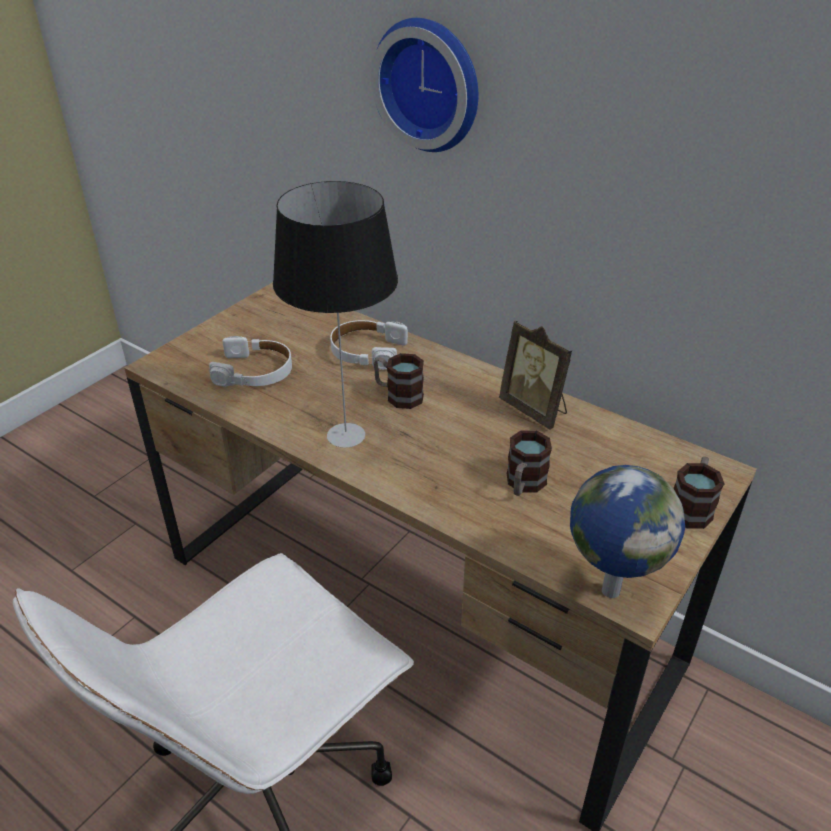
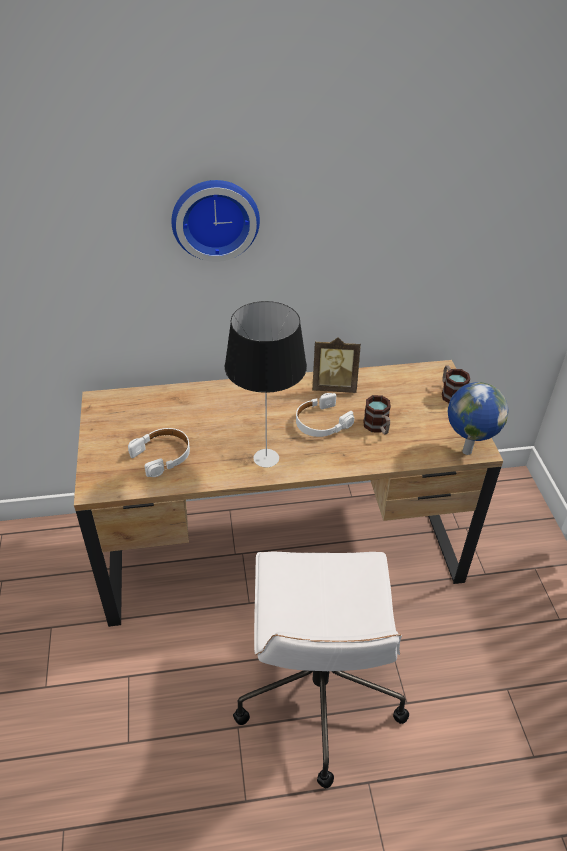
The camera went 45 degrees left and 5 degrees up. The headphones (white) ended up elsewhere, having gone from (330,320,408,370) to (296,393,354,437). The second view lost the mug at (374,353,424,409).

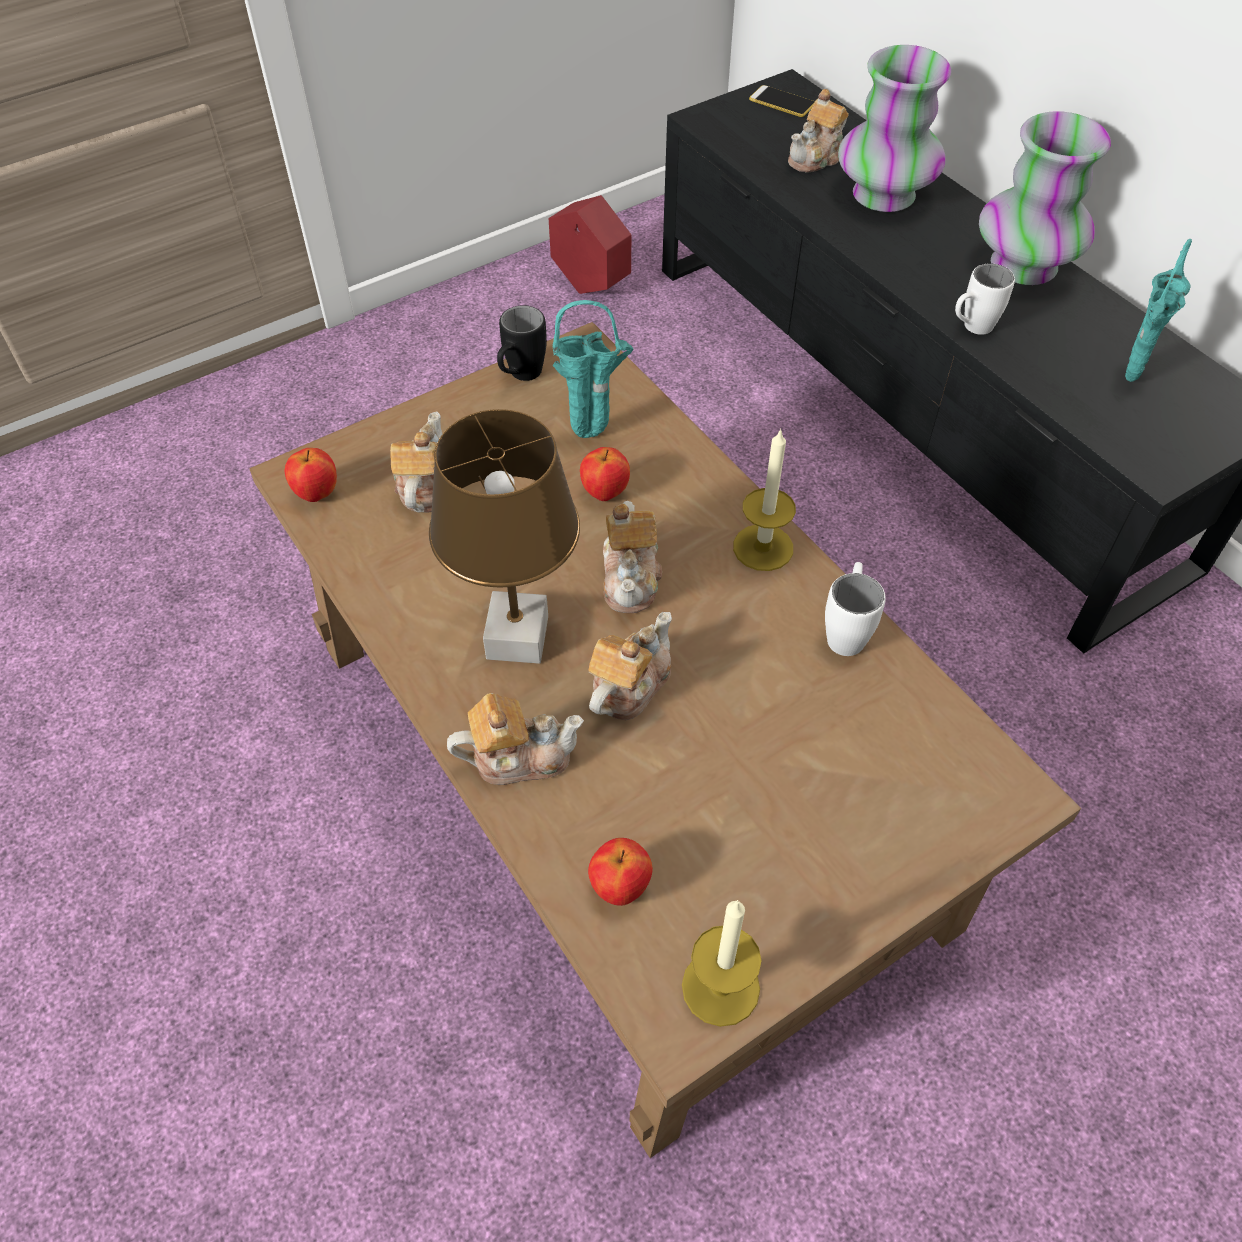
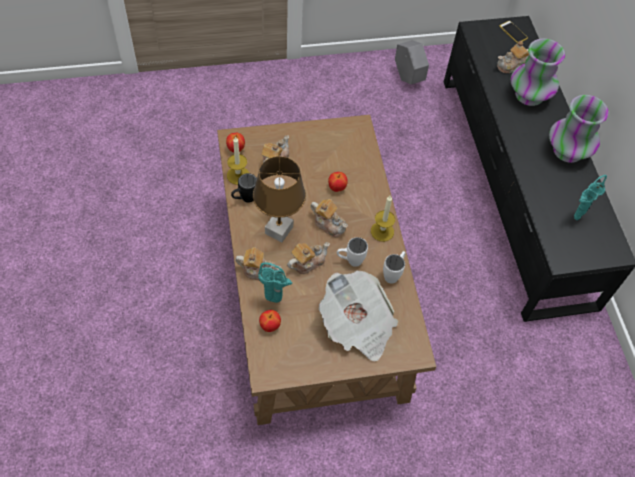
The camera went 20 degrees right and 5 degrees up. The candle ended up elsewhere, having gone from (682,900,762,1027) to (227,136,249,185). The mug (black) ended up elsewhere, having gone from (497,305,547,381) to (231,173,257,203). The vase (turquoise) ended up elsewhere, having gone from (553,300,634,438) to (258,262,292,303). The teapot at (603,501,662,613) ended up facing another way, 75 degrees counterclockwise from before. The second view gained the newspaper at (319,271,398,362). The mug (white) ended up elsewhere, having gone from (955,263,1015,335) to (337,237,368,267). What was the planter (red) at (549,195,631,294) turned into the planter (grey) at (395,40,429,84).

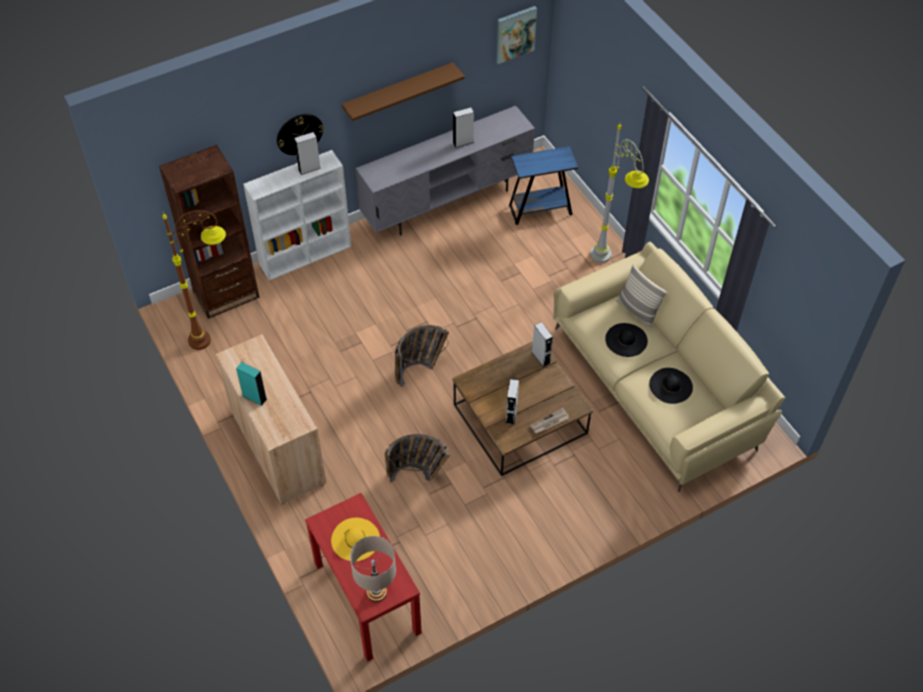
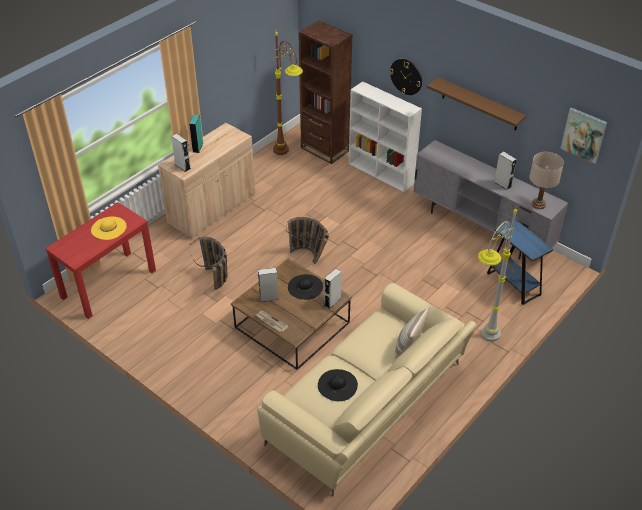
The camera went 70 degrees right and 10 degrees down. The speaker (grey) ended up elsewhere, having gone from (294,132,321,175) to (171,134,191,172). The hat (black) ended up elsewhere, having gone from (605,323,648,357) to (288,274,323,300). The table lamp (beige) ended up elsewhere, having gone from (350,536,396,602) to (530,152,564,209).

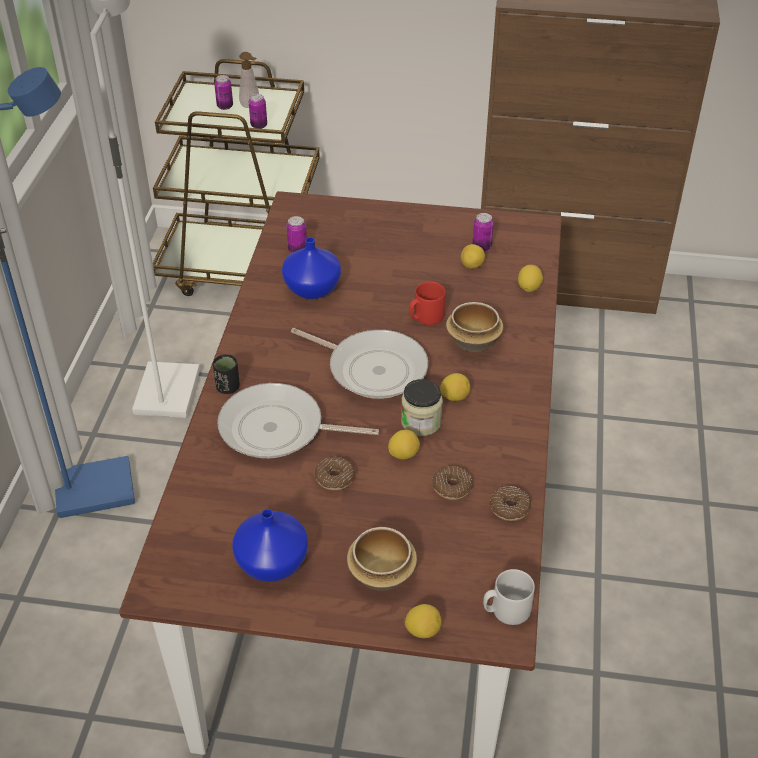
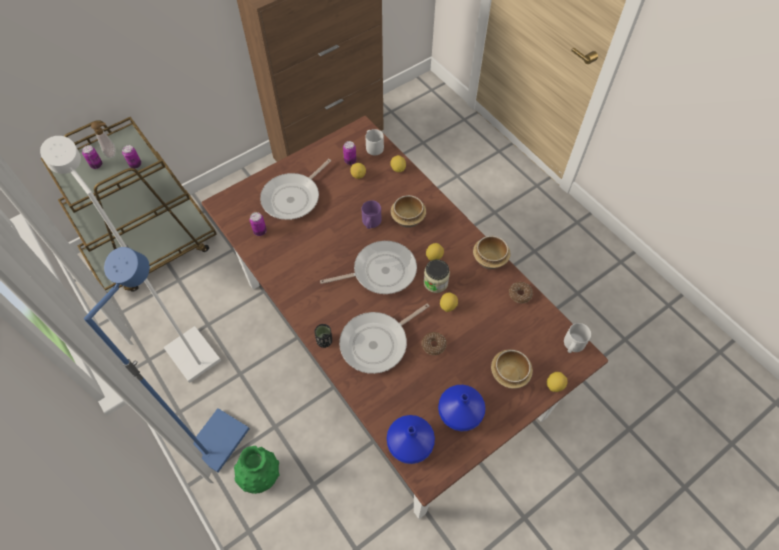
The camera went 45 degrees left and 15 degrees up. The second view gained the vase (green) at (234,446,280,494). The second view gained the frying pan at (260,159,331,220). What was the mug (red) at (409,282,446,325) turned into the mug (purple) at (362,200,381,229). The second view gained the mug (grey) at (366,129,384,156). The vase (blue) ended up elsewhere, having gone from (282,237,341,299) to (387,415,435,464). The second view gained the bowl at (473,236,510,269). The second view lost the donut at (432,466,473,500).

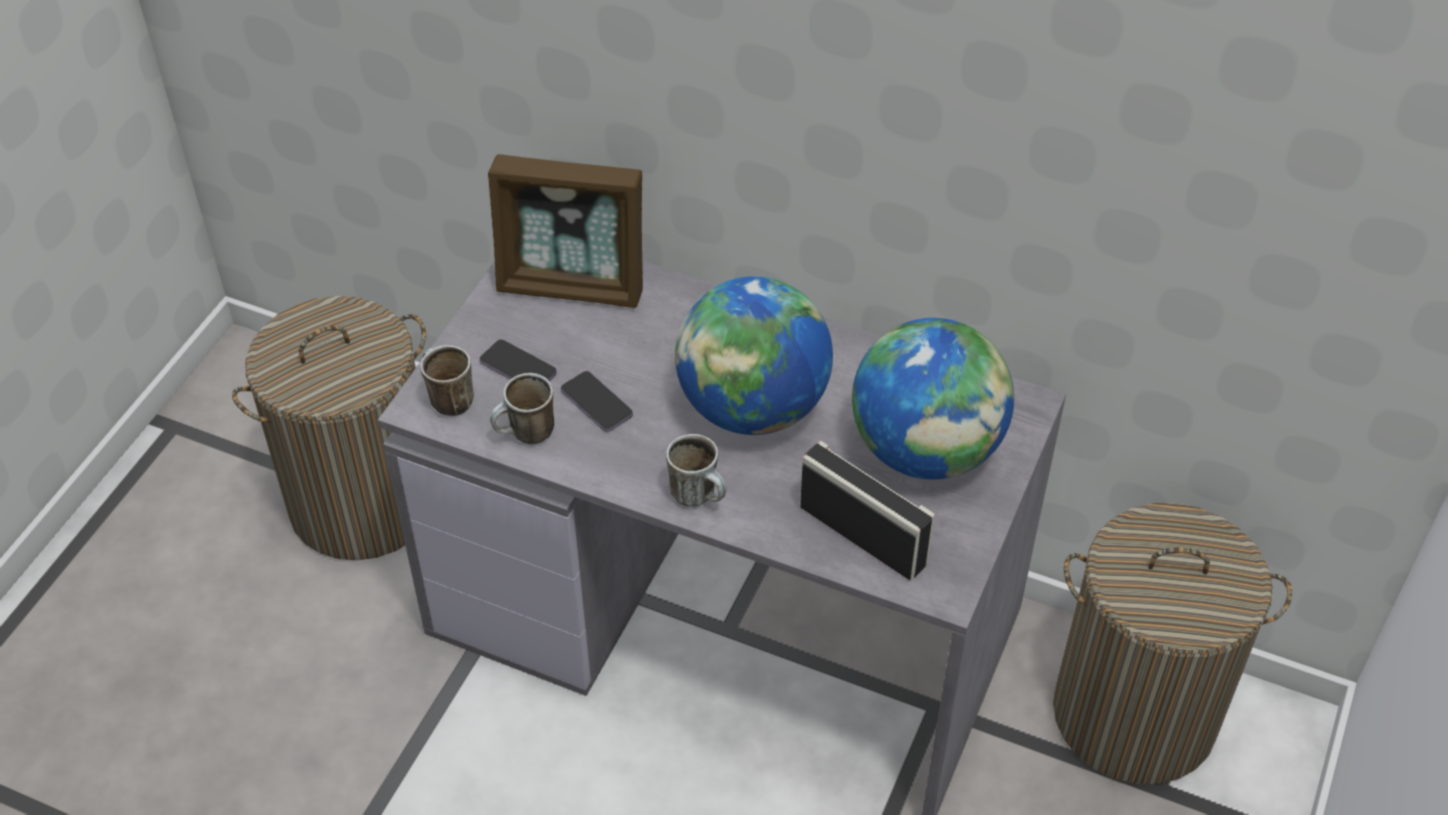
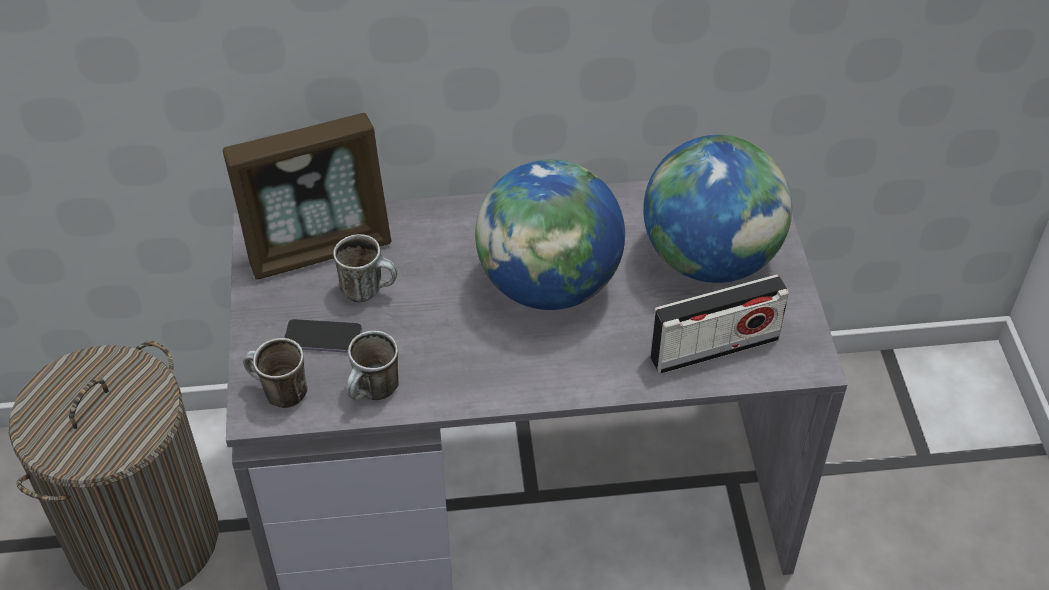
The camera went 30 degrees left and 0 degrees up. The mug ended up elsewhere, having gone from (666,434,726,507) to (333,234,397,302). The radio at (800,441,935,580) ended up facing another way, 150 degrees clockwise from before. The second view lost the phone at (561,371,633,432). The second view lost the laundry basket at (1053,503,1292,784).

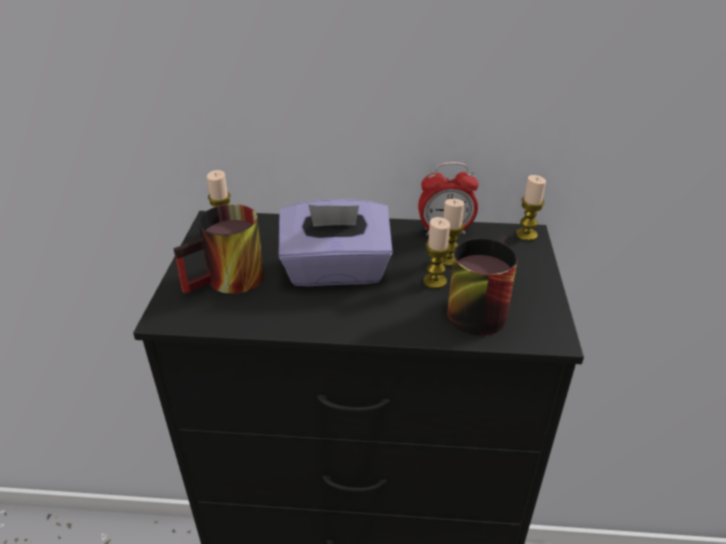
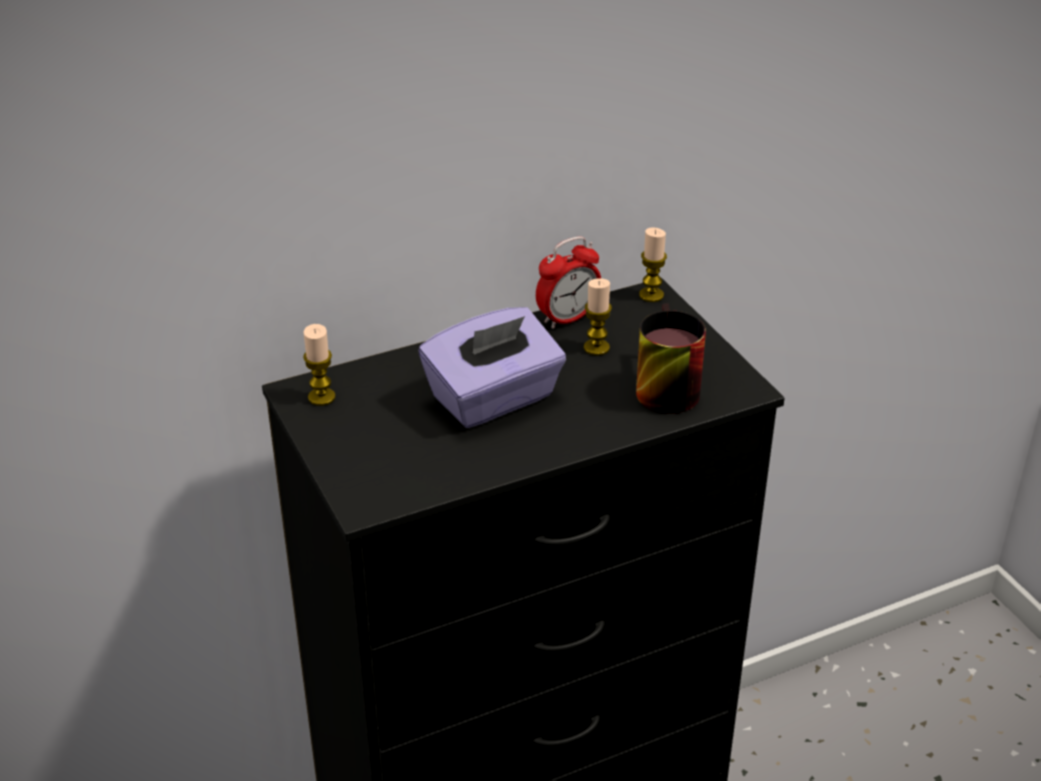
The camera went 30 degrees left and 0 degrees up. The second view lost the mug at (173,204,264,294). The second view lost the candle at (423,217,451,289).

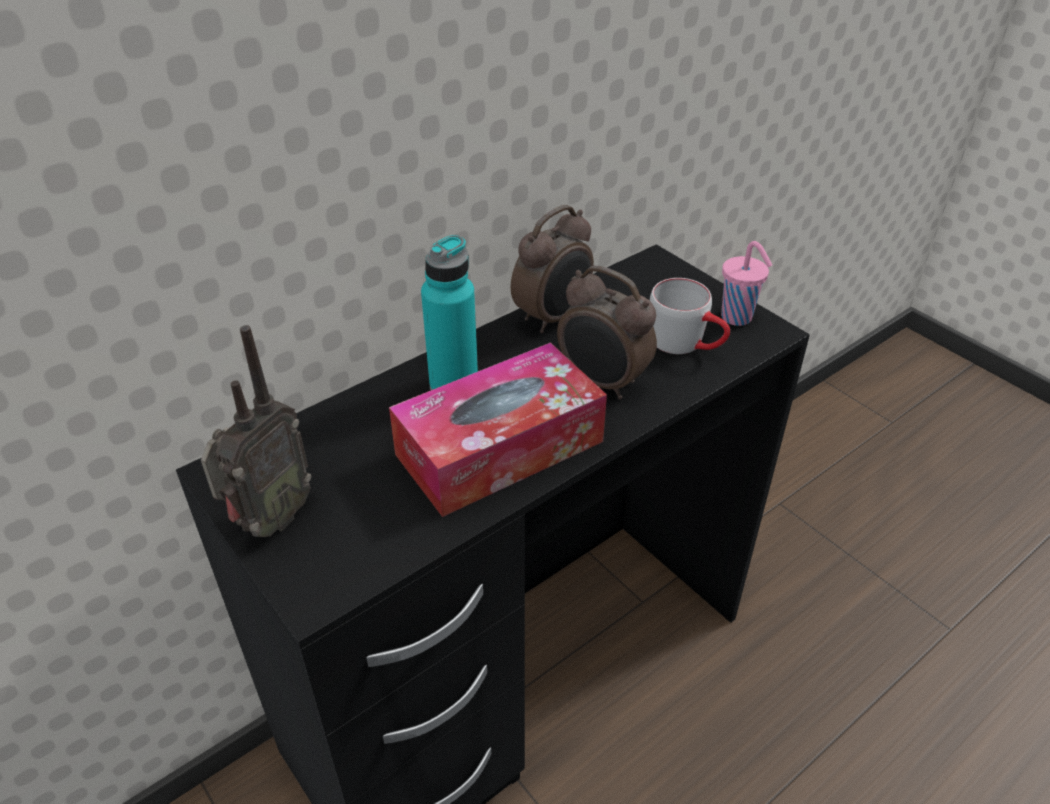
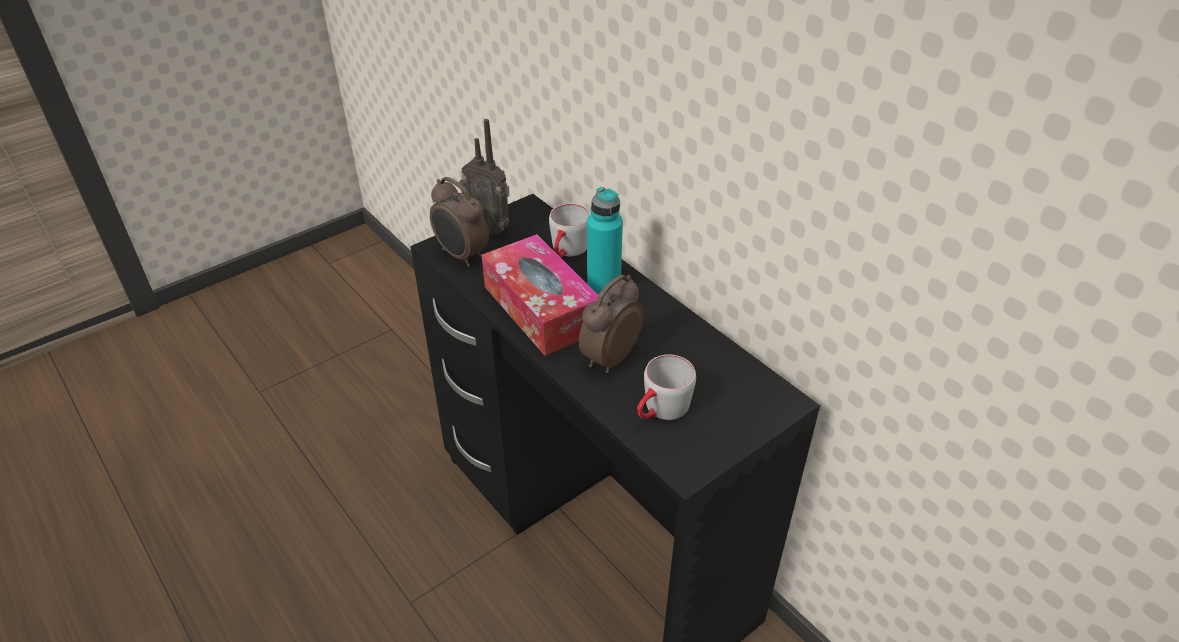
The camera went 90 degrees right and 0 degrees up. The alarm clock ended up elsewhere, having gone from (511,205,594,333) to (430,177,489,267). The second view gained the mug (grey) at (549,204,590,257). The second view lost the cup (pink) at (721,241,772,326).

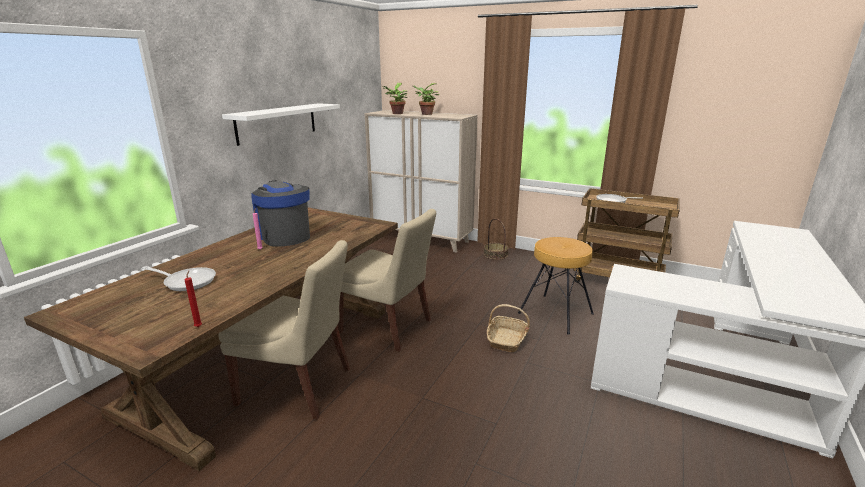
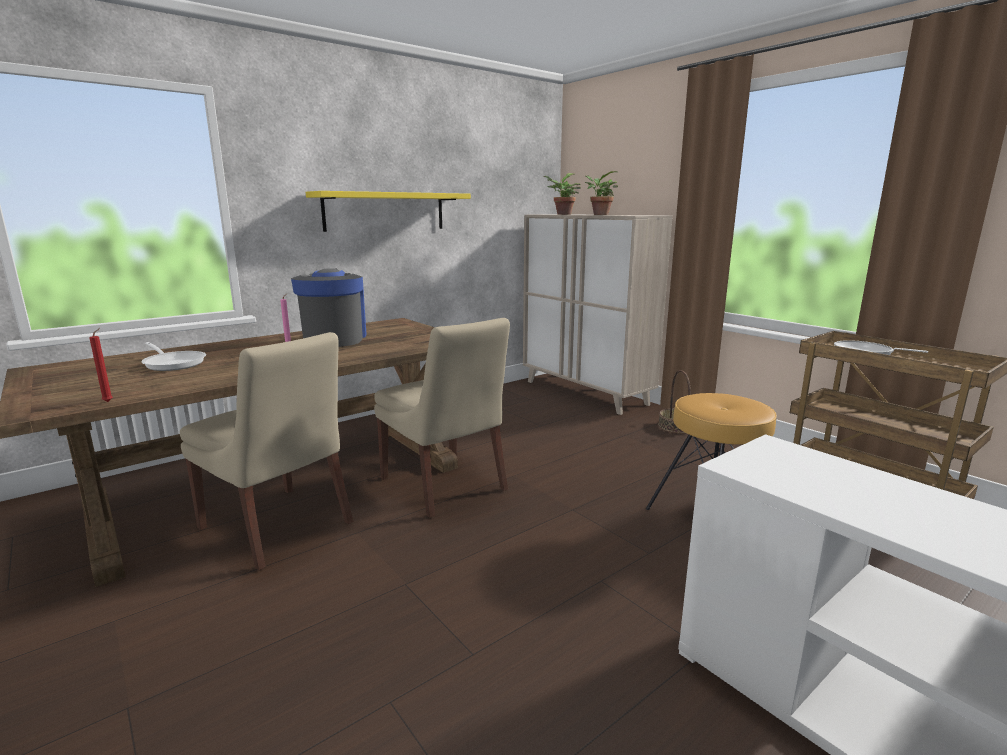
The camera went 25 degrees right and 5 degrees down. What was the shelf (white) at (222,103,340,146) turned into the shelf (yellow) at (306,191,471,232). The second view lost the basket at (487,304,530,352).

